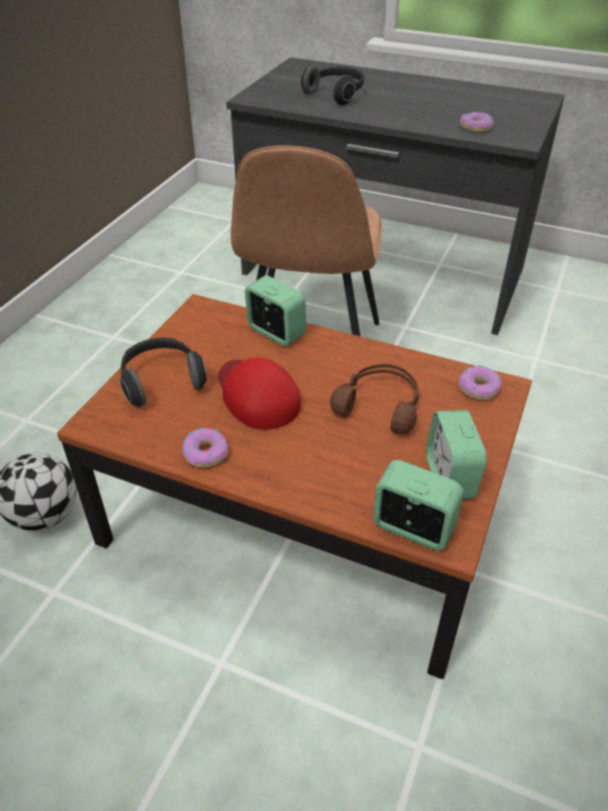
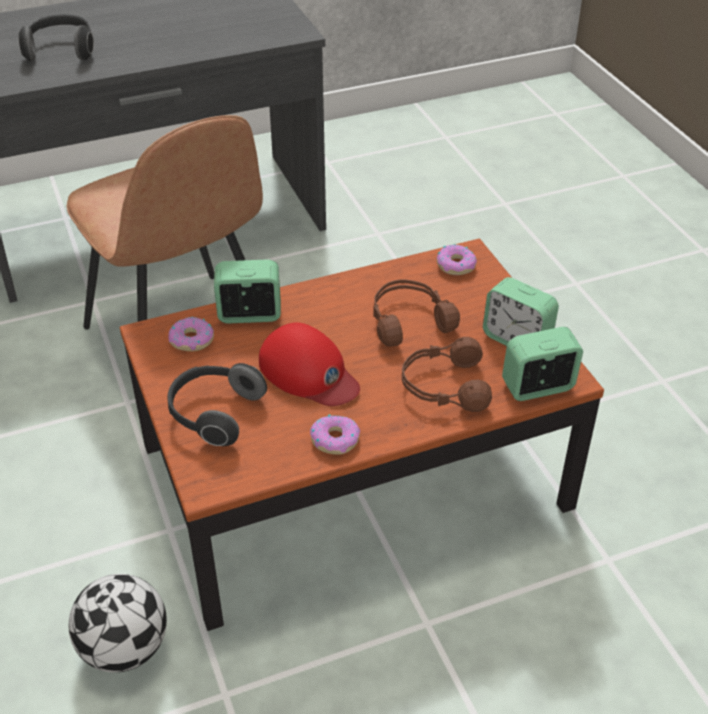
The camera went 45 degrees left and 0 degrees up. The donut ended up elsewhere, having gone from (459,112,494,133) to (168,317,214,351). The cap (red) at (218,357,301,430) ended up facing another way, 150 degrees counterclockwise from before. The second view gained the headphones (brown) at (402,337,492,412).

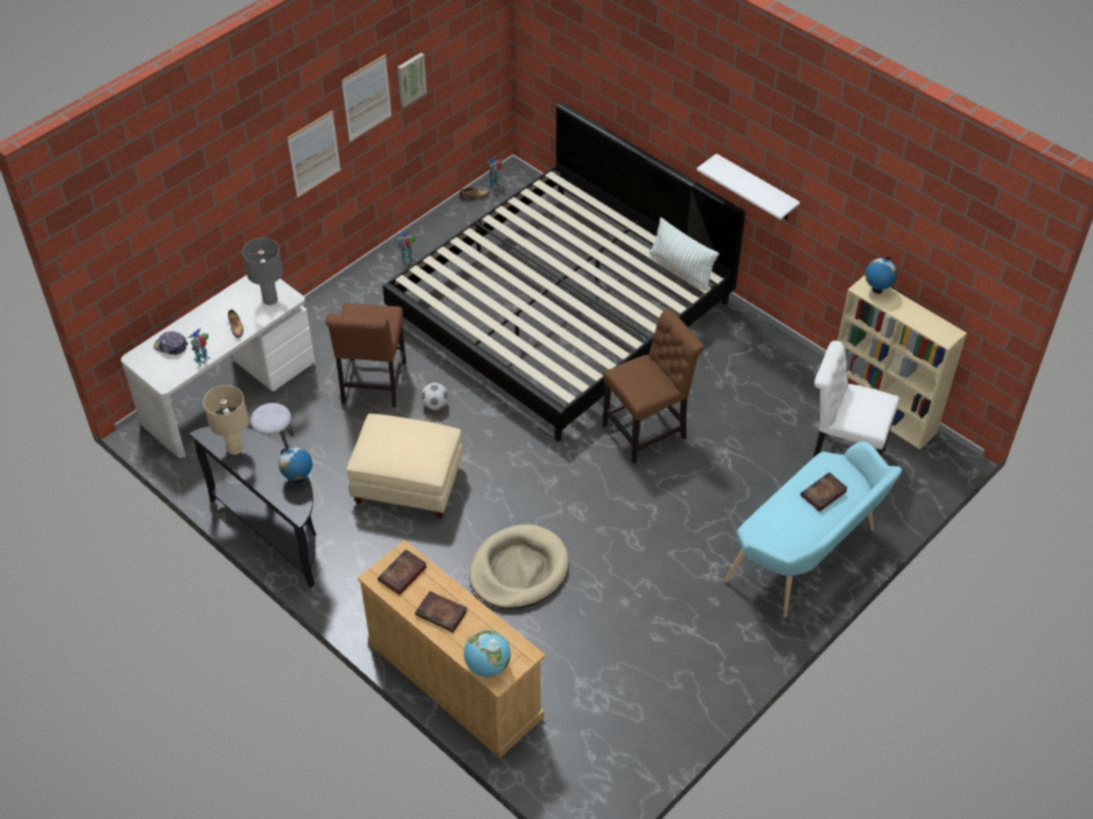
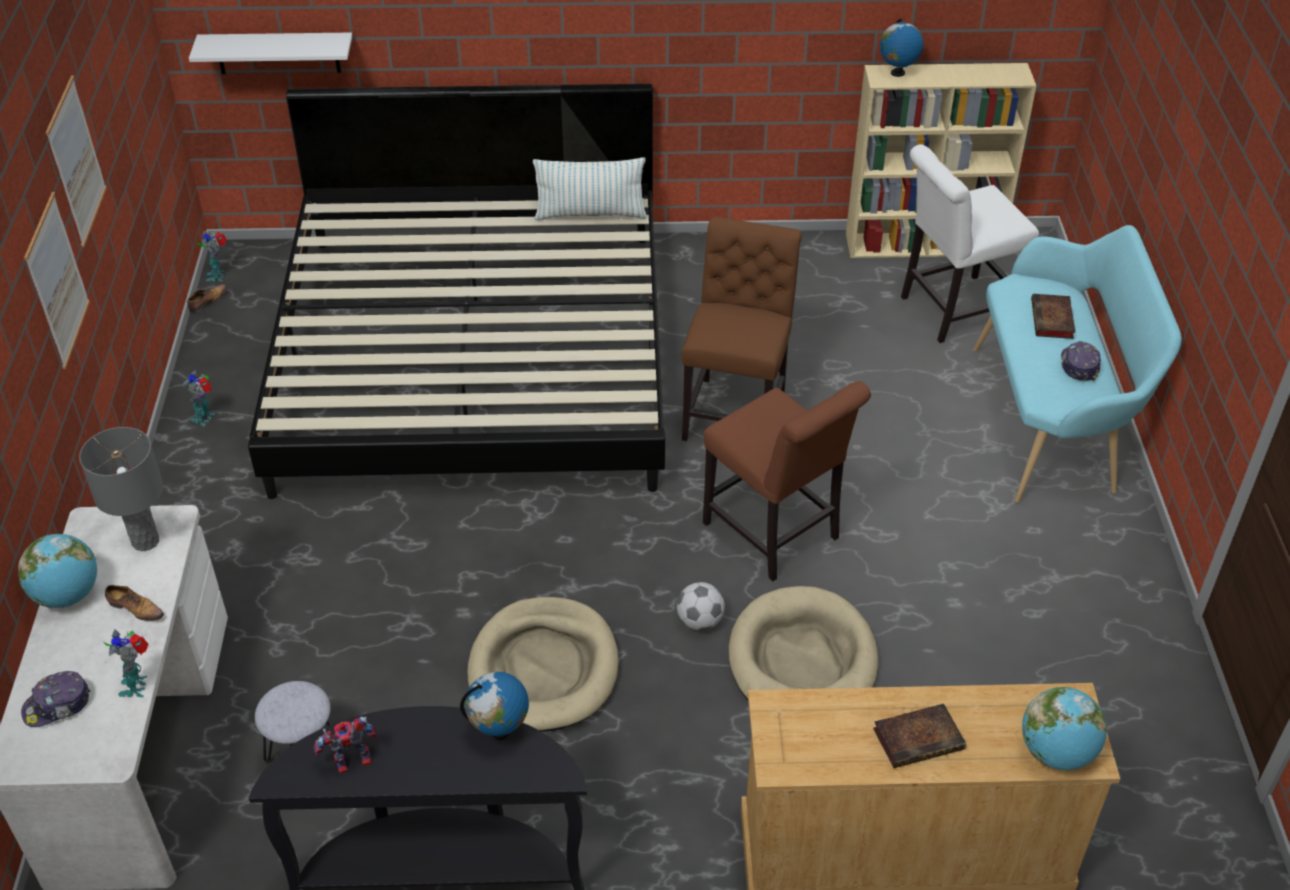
The camera went 45 degrees left and 5 degrees down. The second view gained the globe at (18,534,97,608). The shelf (white) ended up elsewhere, having gone from (697,153,800,220) to (189,33,352,74). Where the table lamp (beige) stood at (203,385,248,455), the toy robot came to stand at (314,716,378,774). Where the ottoman (beige) stood at (347,414,463,519), the dog bed (beige) came to stand at (468,597,619,732). The football ended up elsewhere, having gone from (421,383,449,410) to (677,582,725,630). The chair (brown) ended up elsewhere, having gone from (326,303,406,408) to (703,381,871,581). The second view gained the cap at (1061,341,1101,381). The second view lost the book at (378,550,427,595). The second view lost the picture at (398,53,427,107).

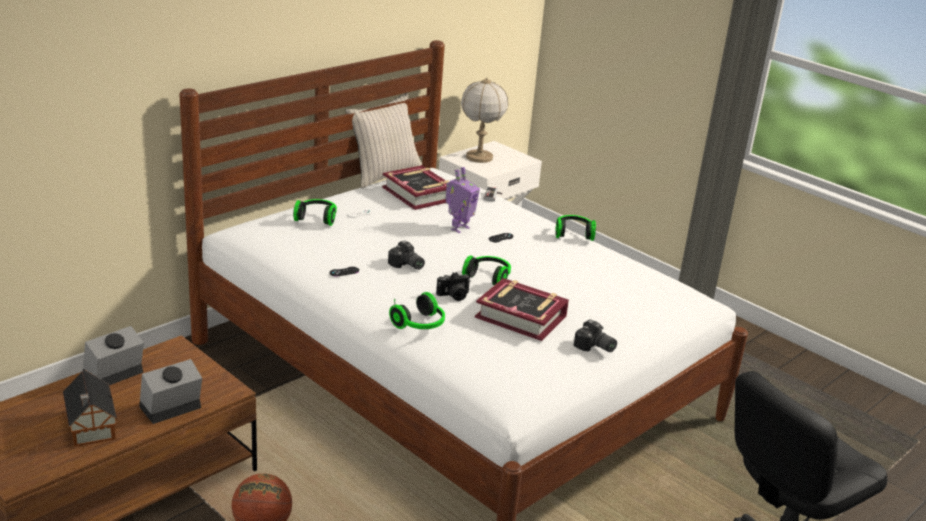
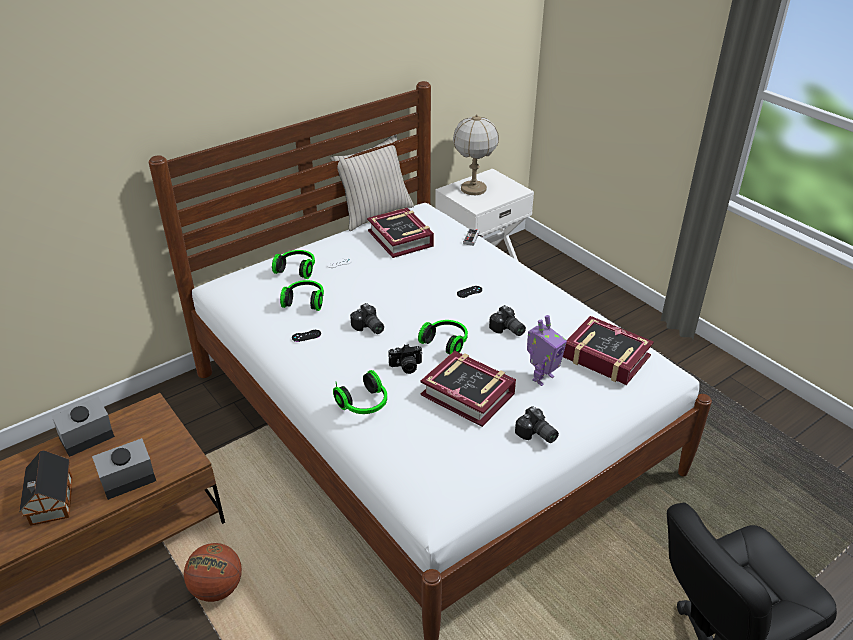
The camera went 10 degrees right and 10 degrees up. The headphones ended up elsewhere, having gone from (556,215,596,241) to (280,280,324,311). The second view gained the photo camera at (489,305,526,336). The toy robot ended up elsewhere, having gone from (446,167,480,233) to (527,315,567,386). The second view gained the book at (563,316,654,385).

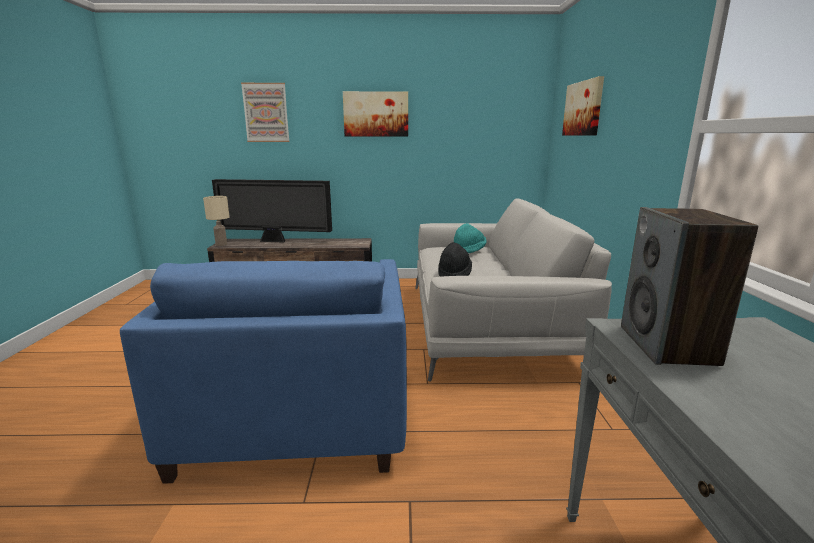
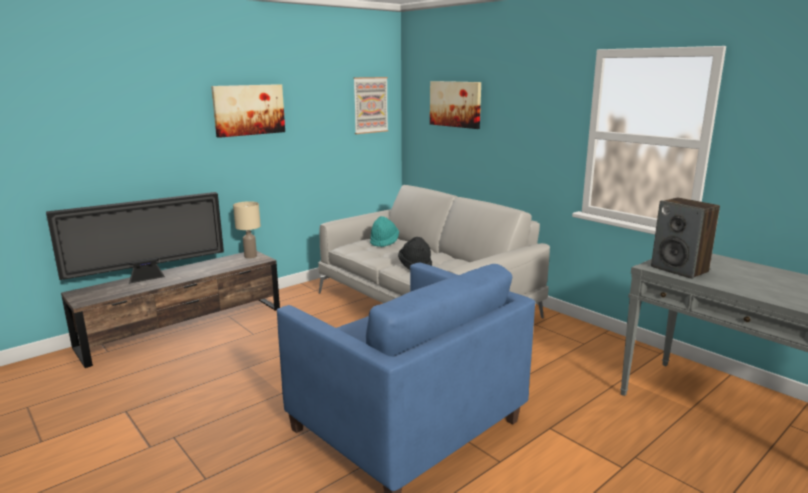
The camera went 40 degrees left and 0 degrees up. The table lamp (beige) ended up elsewhere, having gone from (203,196,230,246) to (233,201,261,259). The picture ended up elsewhere, having gone from (241,83,290,142) to (353,77,388,134).

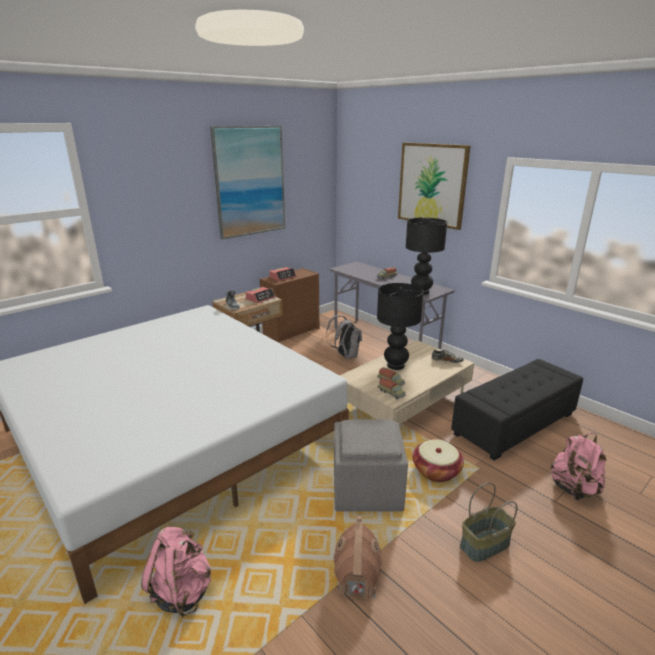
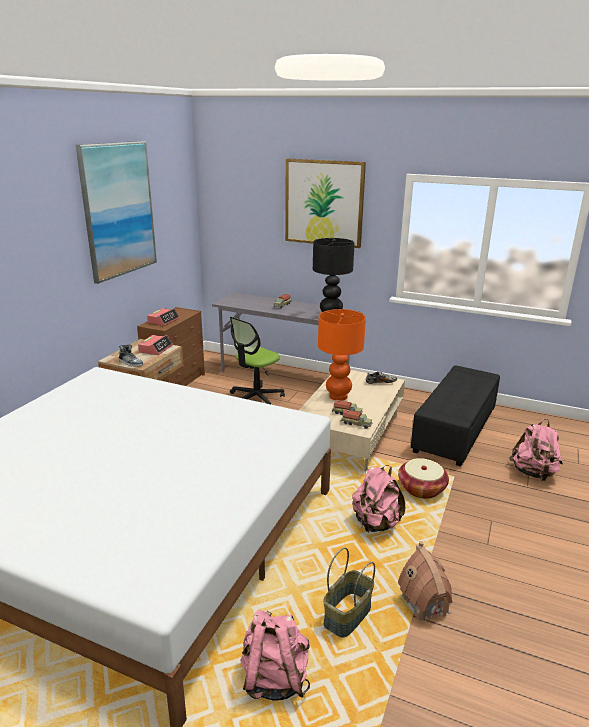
The camera went 25 degrees left and 0 degrees up. Where the backpack (grey) stood at (326,315,362,359), the office chair came to stand at (230,317,285,404). What was the table lamp (black) at (377,283,424,370) turned into the table lamp (orange) at (318,309,366,401). The basket ended up elsewhere, having gone from (460,483,518,562) to (323,548,375,638). Where the ottoman (grey) stood at (334,419,408,512), the backpack (pink) came to stand at (352,465,405,532).

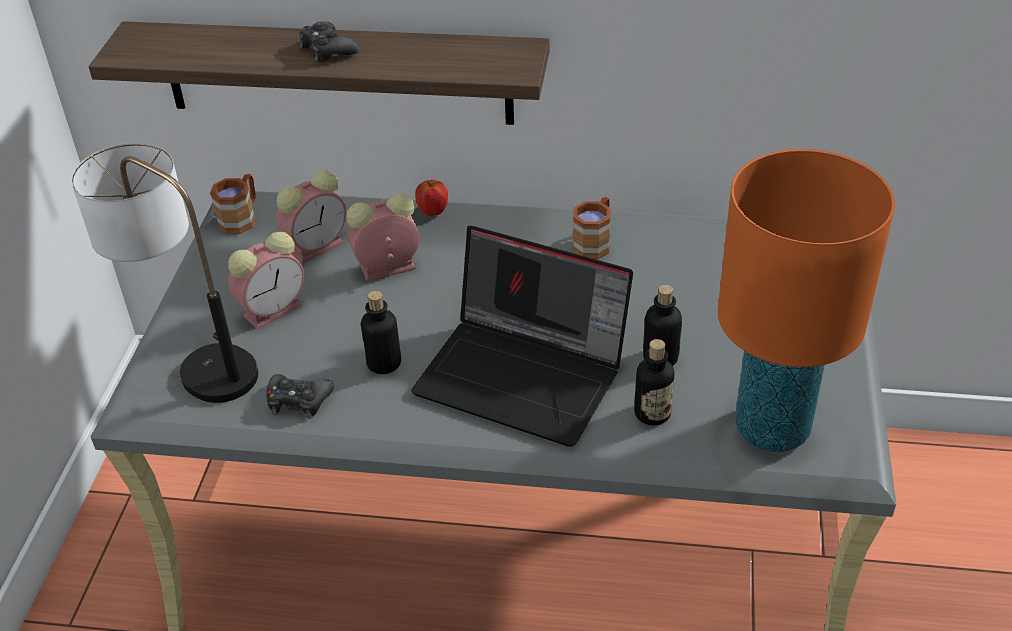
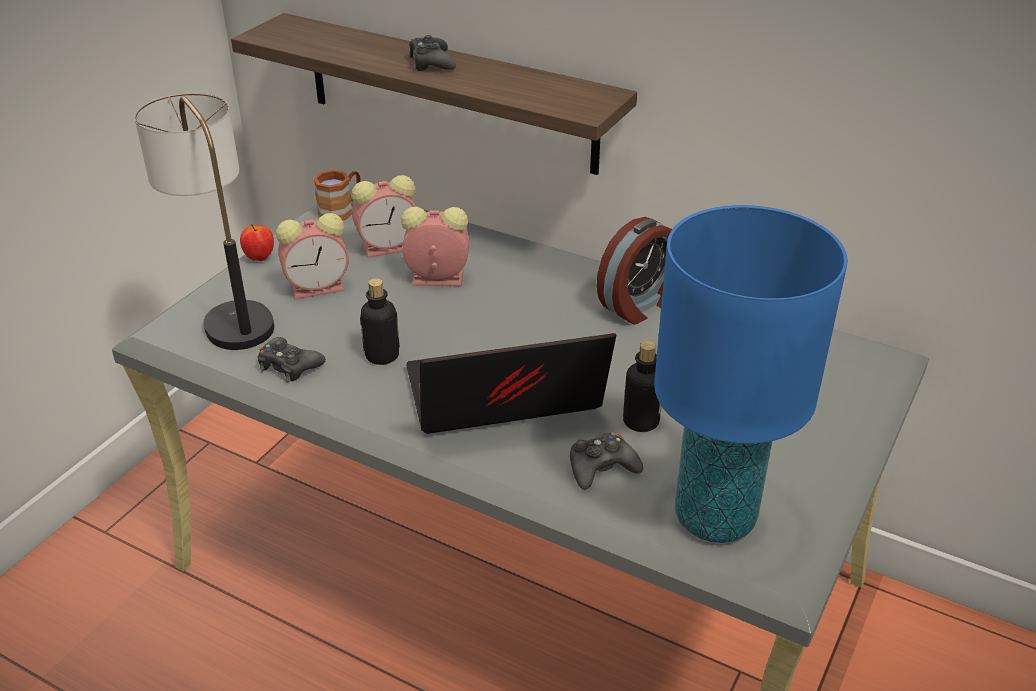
The camera went 20 degrees right and 5 degrees down. The apple ended up elsewhere, having gone from (415,180,448,216) to (240,224,274,261). The laptop at (411,226,633,447) ended up facing another way, 120 degrees clockwise from before. Where the bottle stood at (634,339,674,425), the game controller (black) came to stand at (570,433,643,490). Where the mug (brown) stood at (573,197,611,259), the alarm clock came to stand at (596,217,672,325). What was the table lamp (orange) at (718,149,895,452) turned into the table lamp (blue) at (654,205,848,543).

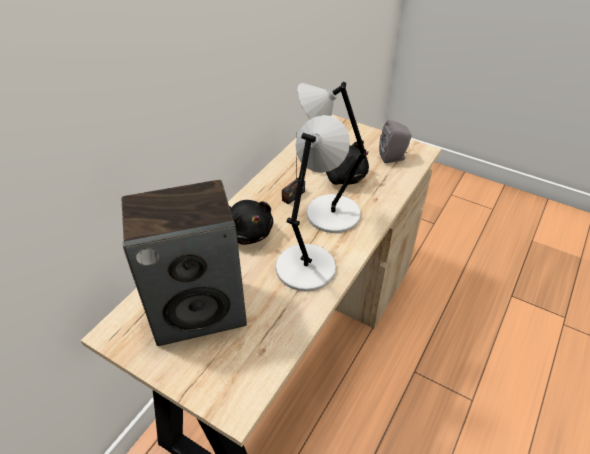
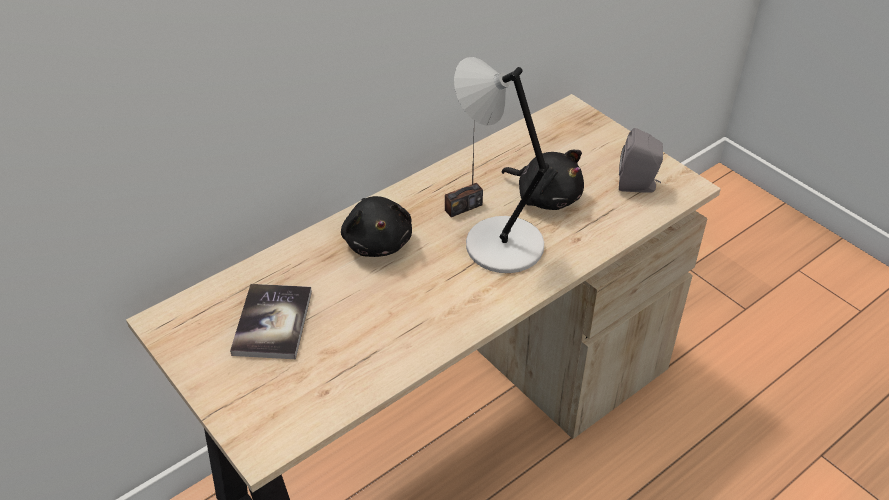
The camera went 20 degrees right and 0 degrees up. Where the speaker stood at (122,180,247,346), the book came to stand at (230,284,312,359). The second view lost the table lamp (grey) at (276,115,350,291).

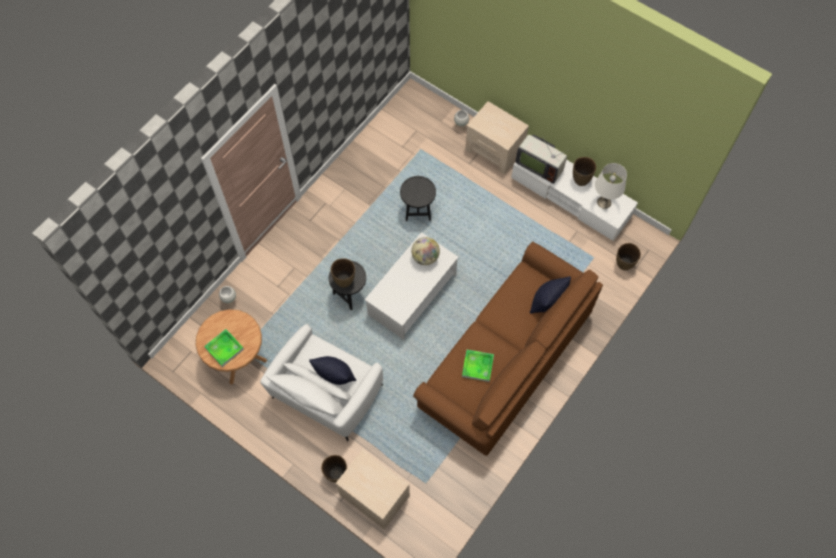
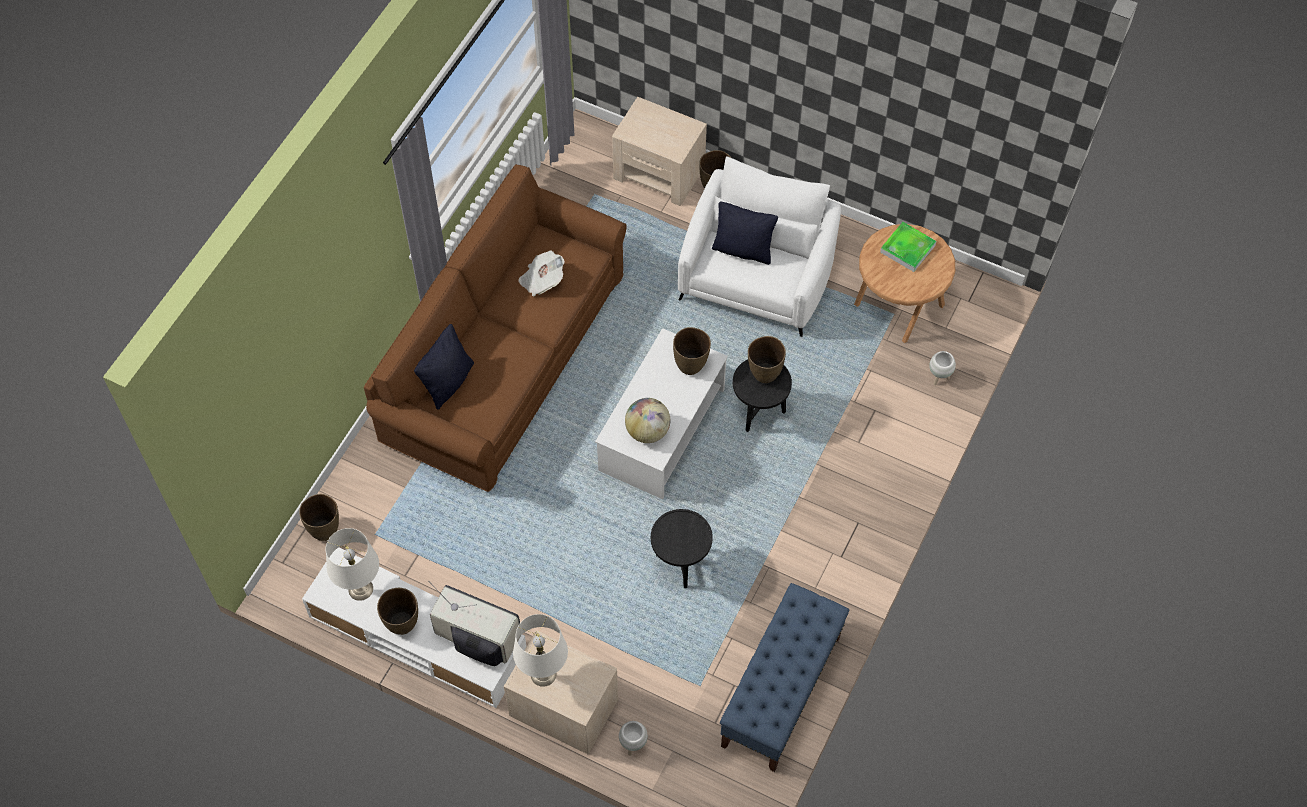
The camera went 170 degrees right and 5 degrees down. The second view gained the table lamp (white) at (513,614,568,687). Where the tray stood at (462,350,494,382), the newspaper came to stand at (519,250,565,297). The second view gained the vase (brown) at (673,327,711,375). The second view gained the bench (blue) at (720,583,849,772).

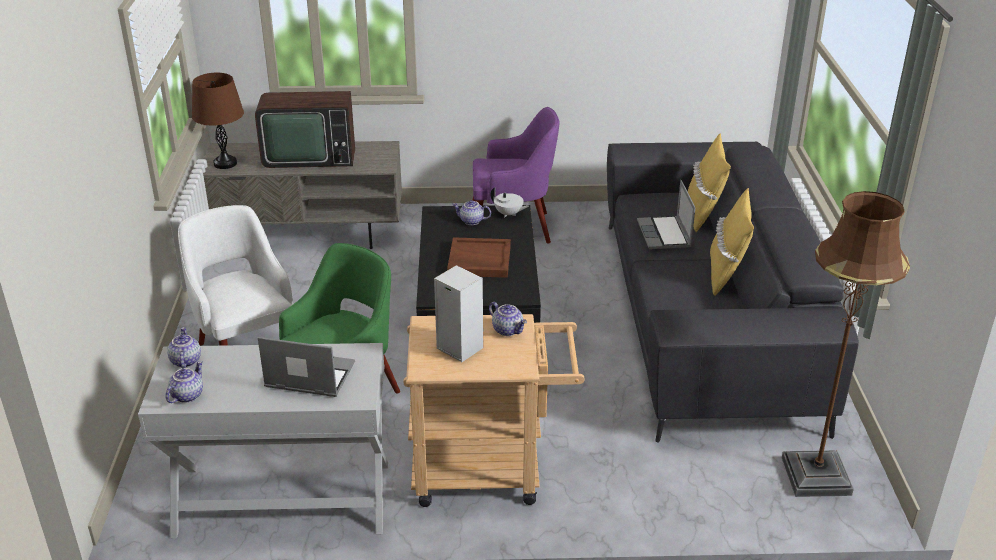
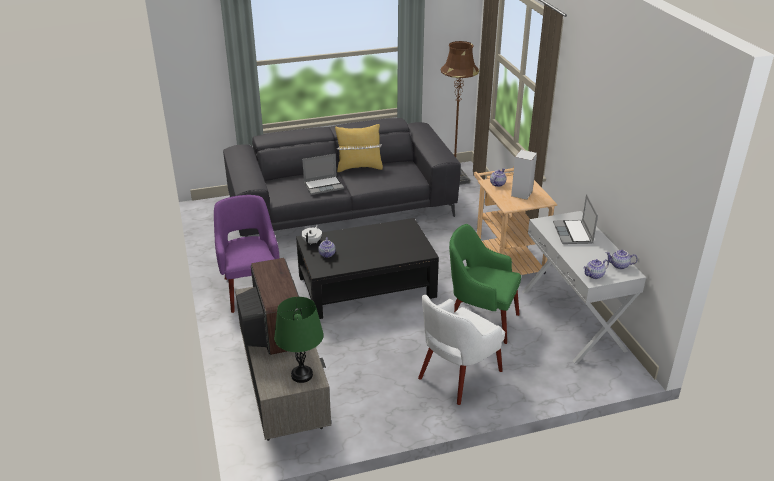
The camera went 105 degrees left and 0 degrees up. What was the table lamp (brown) at (192,73,244,169) turned into the table lamp (green) at (274,297,324,383). The second view lost the tray (brown) at (447,237,511,278). The second view lost the pillow (yellow) at (688,133,731,232).

